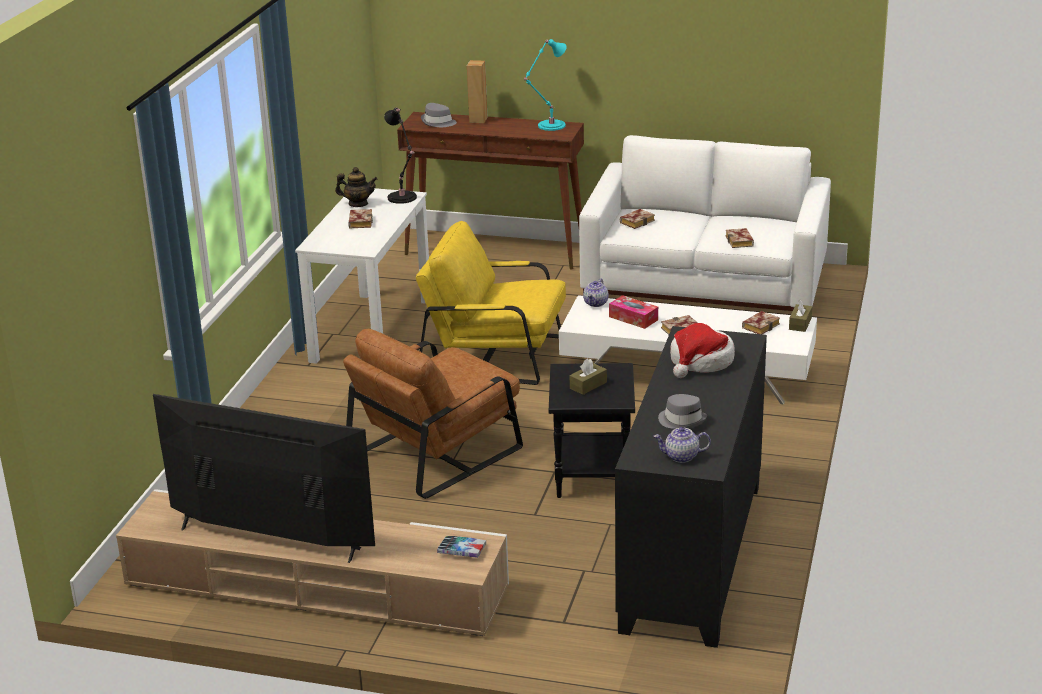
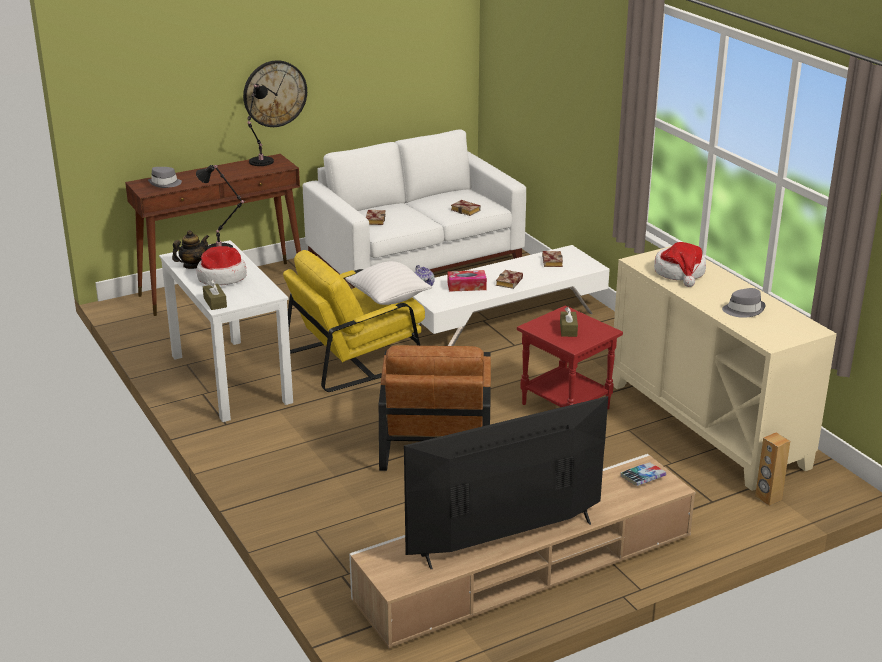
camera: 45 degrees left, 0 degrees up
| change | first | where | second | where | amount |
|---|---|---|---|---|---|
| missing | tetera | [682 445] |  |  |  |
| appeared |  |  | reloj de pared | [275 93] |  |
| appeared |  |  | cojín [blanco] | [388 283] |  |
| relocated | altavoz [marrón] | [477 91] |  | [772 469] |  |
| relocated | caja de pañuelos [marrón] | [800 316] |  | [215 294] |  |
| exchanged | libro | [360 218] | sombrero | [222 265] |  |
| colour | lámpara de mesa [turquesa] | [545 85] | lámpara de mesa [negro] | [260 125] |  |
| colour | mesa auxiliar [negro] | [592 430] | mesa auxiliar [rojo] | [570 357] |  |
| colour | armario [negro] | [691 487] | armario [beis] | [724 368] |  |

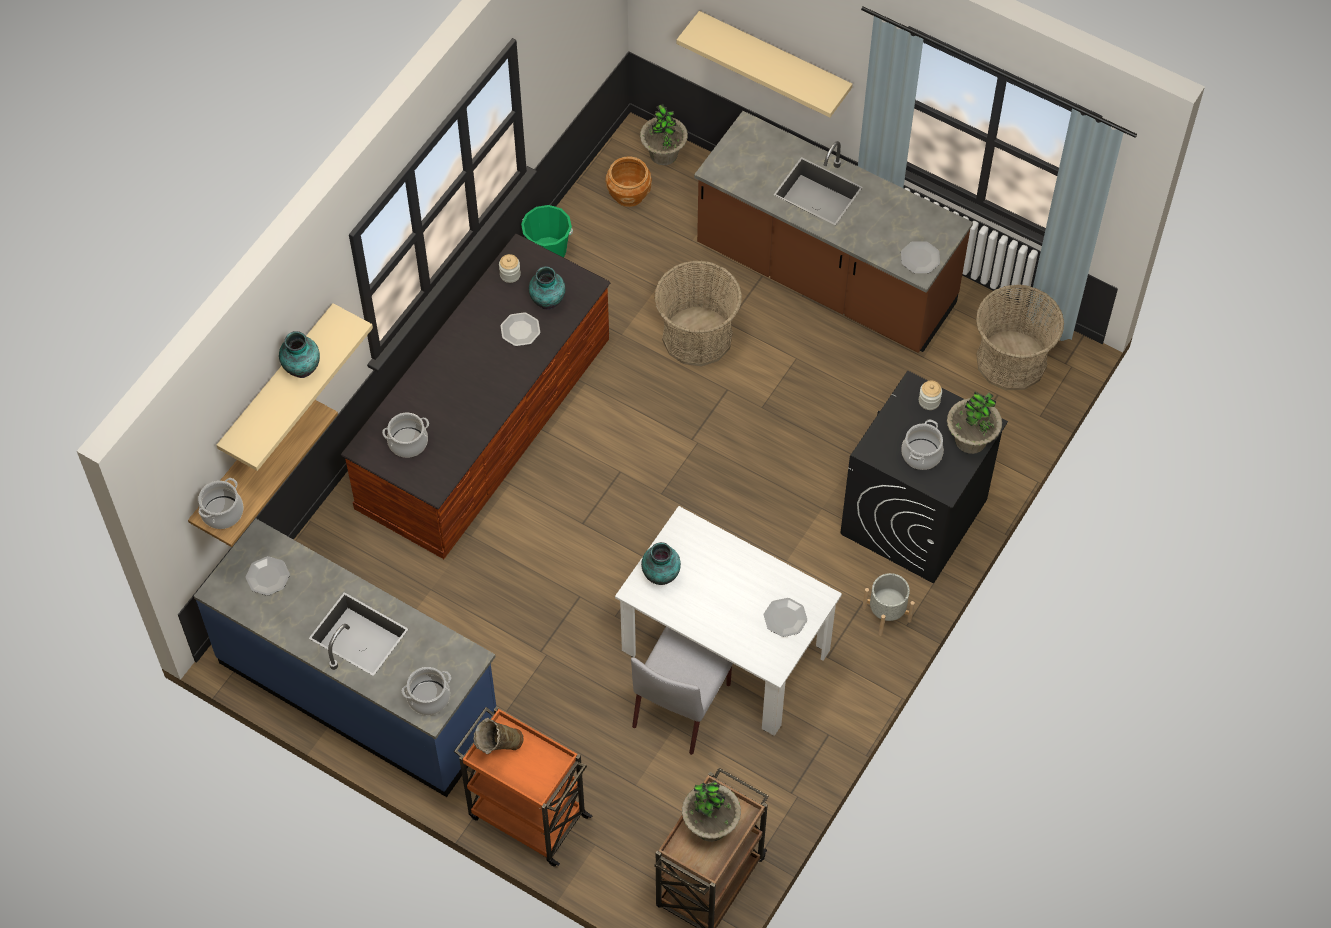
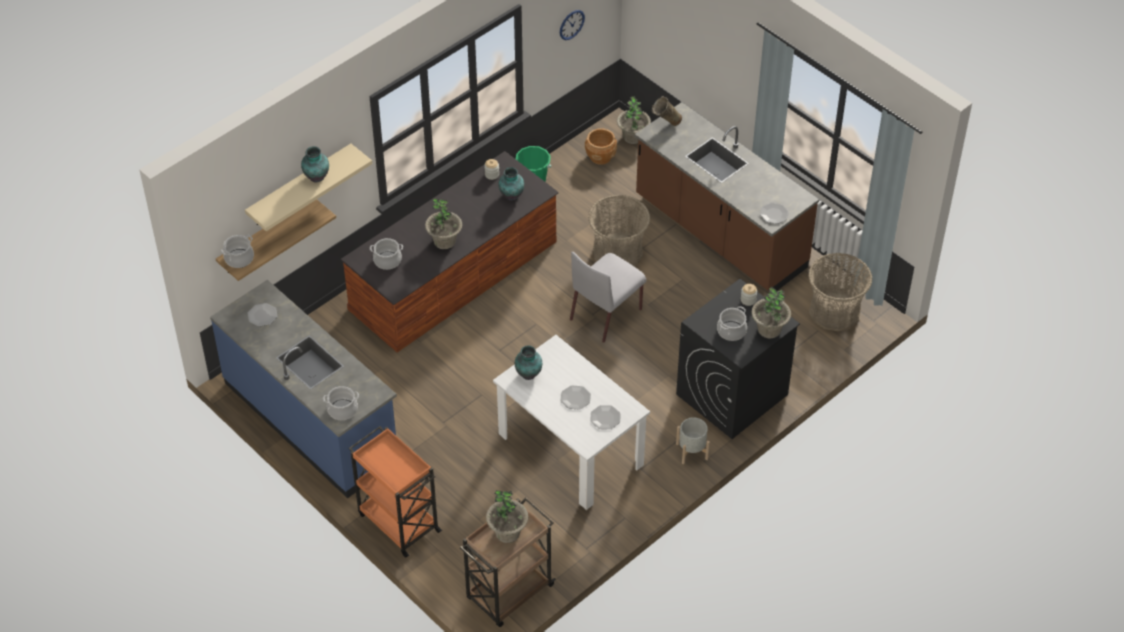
camera: 15 degrees right, 10 degrees down
| change | first | where | second | where | amount |
|---|---|---|---|---|---|
| missing | estante [beis] | [764 64] |  |  |  |
| appeared |  |  | planta en maceta | [443 224] |  |
| appeared |  |  | reloj de pared | [572 25] |  |
| relocated | florero [beis] | [498 736] |  | [667 111] |  |
| relocated | plato | [520 329] |  | [575 397] |  |
| relocated | silla [gris] | [682 691] |  | [608 297] |  |

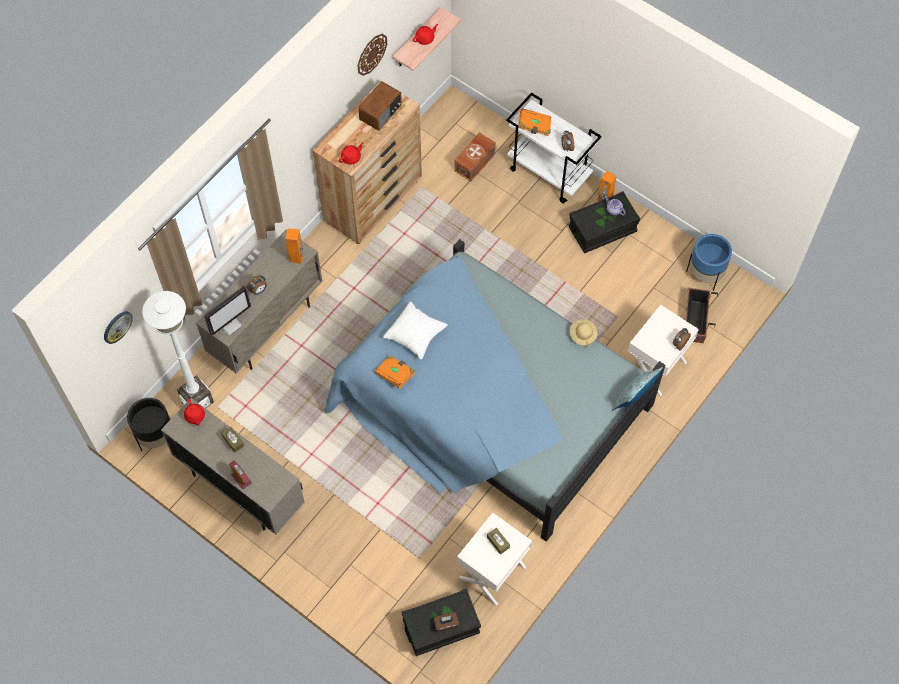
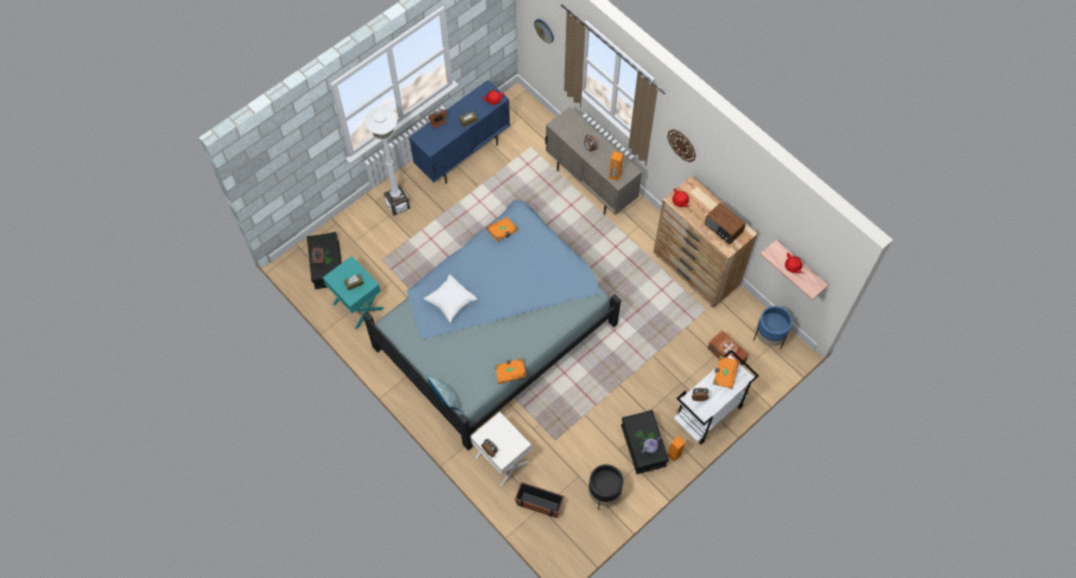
camera: 100 degrees right, 0 degrees up
| change | first | where | second | where | amount |
|---|---|---|---|---|---|
| missing | monitor | [227 311] |  |  |  |
| relocated | maceta [negro] | [149 424] |  | [605 487] |  |
| relocated | lámpara de pie [blanco] | [178 349] |  | [387 161] |  |
| relocated | reloj de pared | [372 55] |  | [681 145] |  |
| relocated | cojín [blanco] | [415 330] |  | [450 298] |  |
| relocated | maceta [azul] | [709 262] |  | [772 327] |  |
| exchanged | sombrero [beis] | [583 333] | libro [naranja] | [510 371] |  |
| colour | armario [beis] | [233 466] | armario [azul] | [459 132] |  |
| colour | mesita de noche [blanco] | [494 559] | mesita de noche [turquesa] | [353 292] |  |

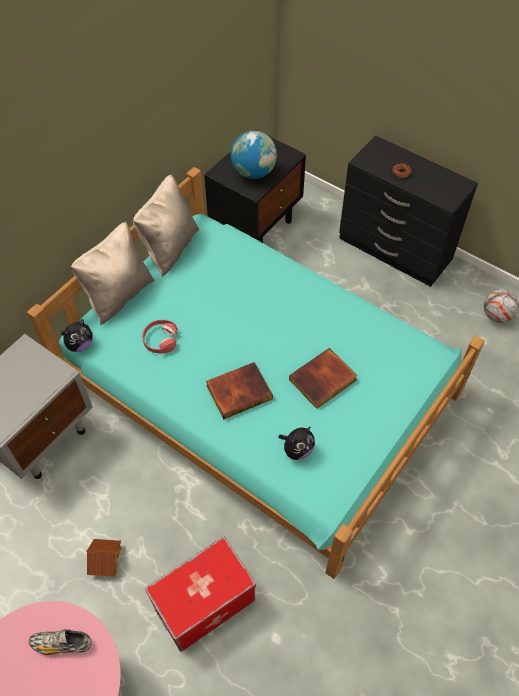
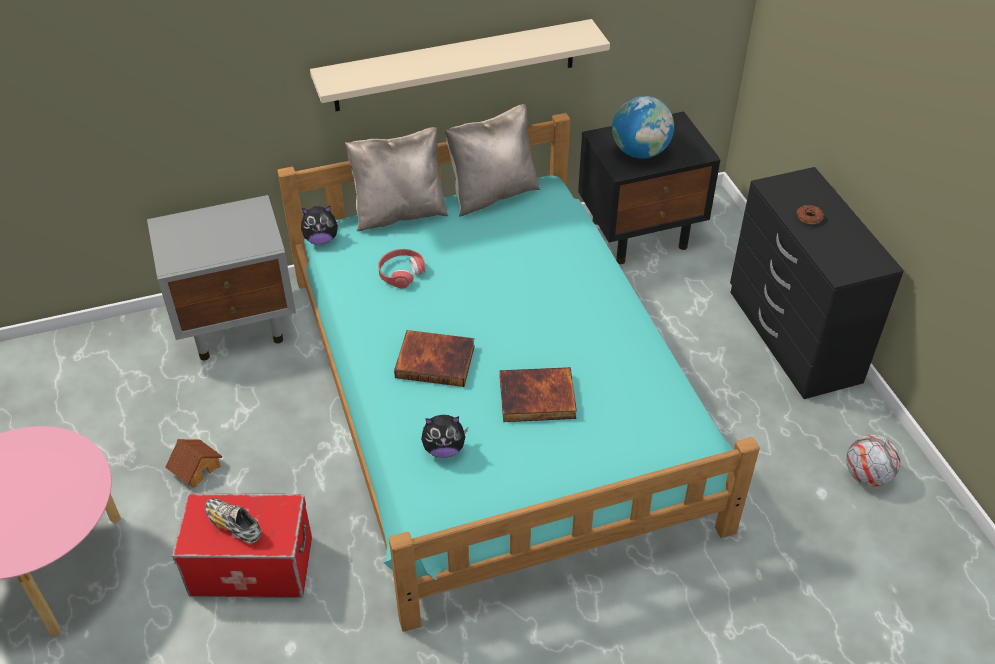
camera: 35 degrees right, 10 degrees down
| change | first | where | second | where | amount |
|---|---|---|---|---|---|
| appeared |  |  | estante [beis] | [460 65] |  |
| relocated | zapato | [60 642] |  | [233 521] |  |

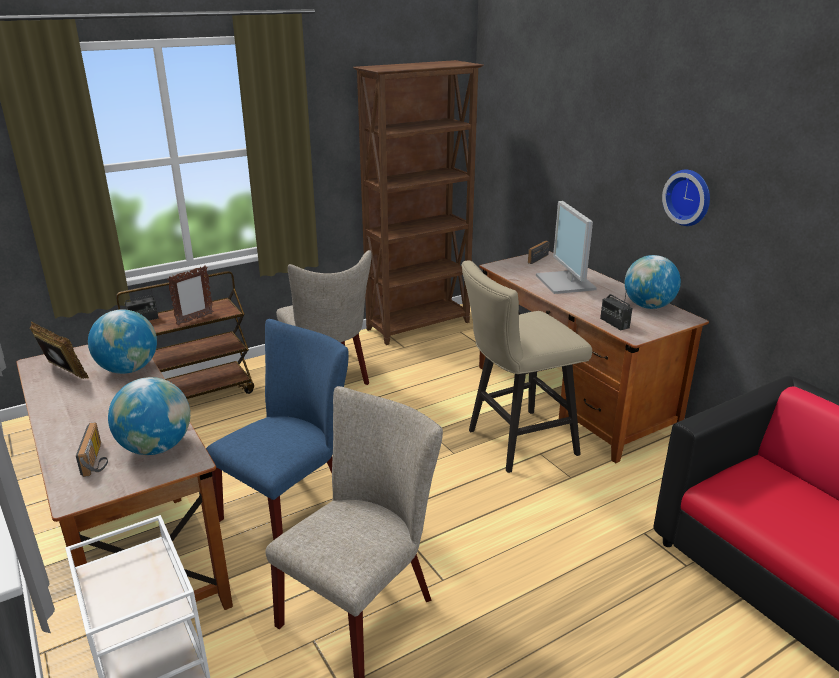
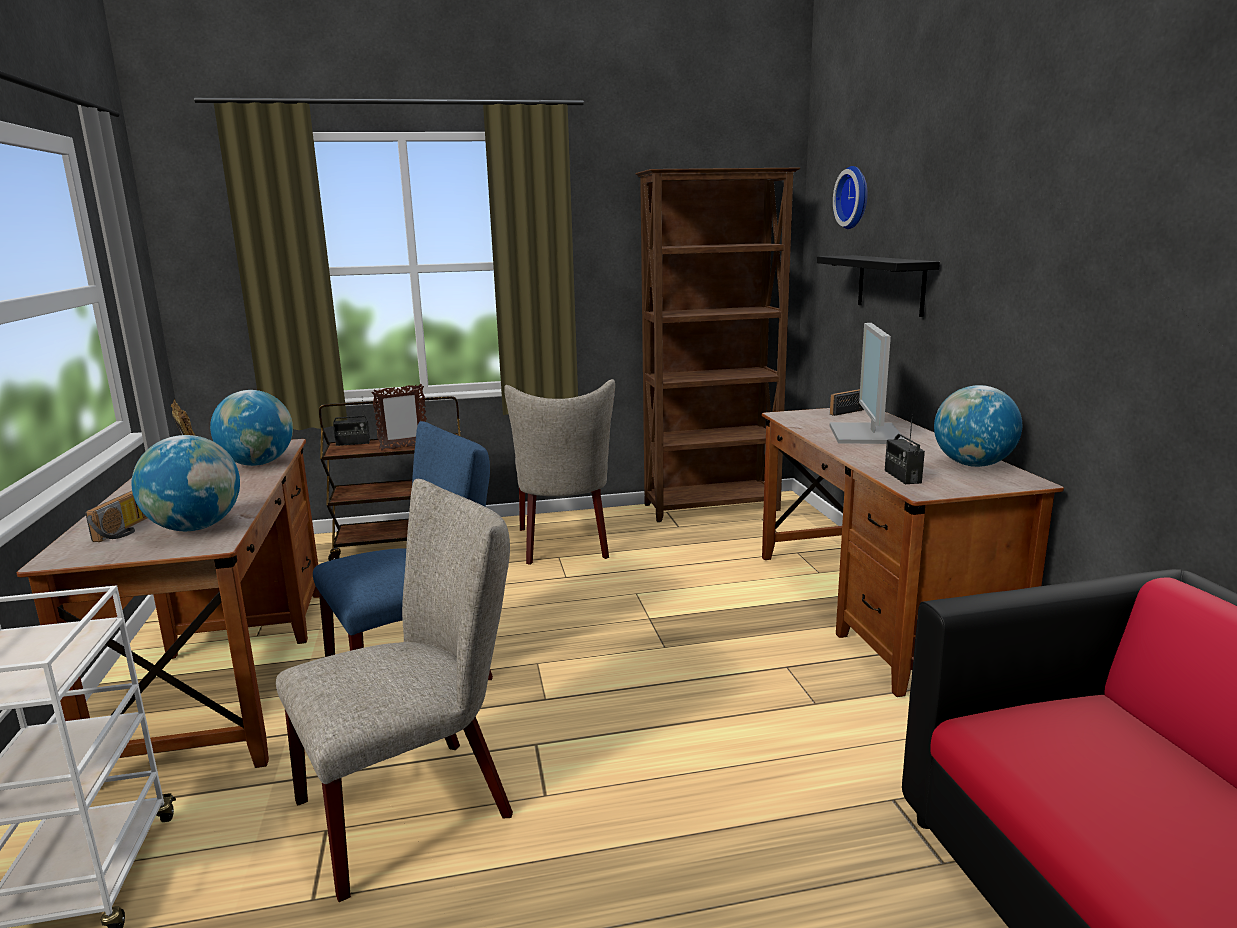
camera: 20 degrees right, 10 degrees down
| change | first | where | second | where | amount |
|---|---|---|---|---|---|
| missing | taburete [beis] | [527 367] |  |  |  |
| appeared |  |  | estante [negro] | [878 286] |  |
| relocated | reloj de pared | [686 198] |  | [850 197] |  |

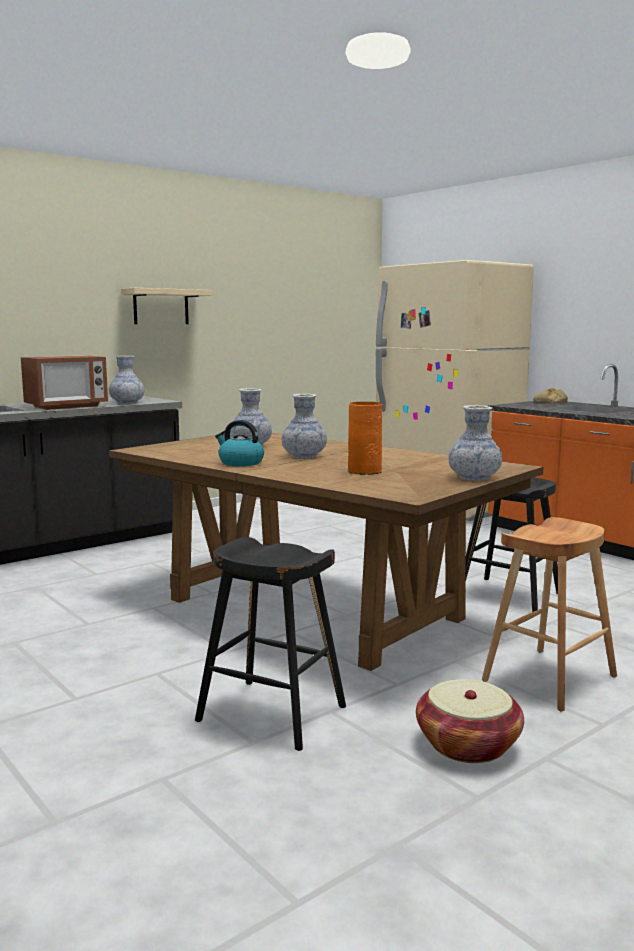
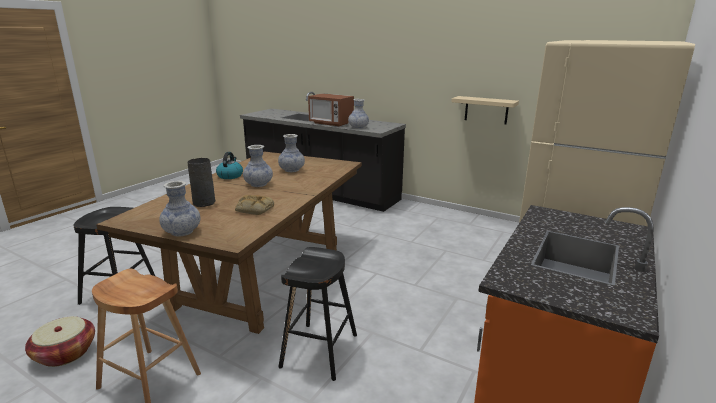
camera: 70 degrees right, 10 degrees up
| change | first | where | second | where | amount |
|---|---|---|---|---|---|
| relocated | estante [beis] | [166 306] |  | [485 110] |  |
| relocated | pan | [550 395] |  | [254 205] |  |
| colour | florero [naranja] | [365 438] | florero [gris] | [201 182] |  |

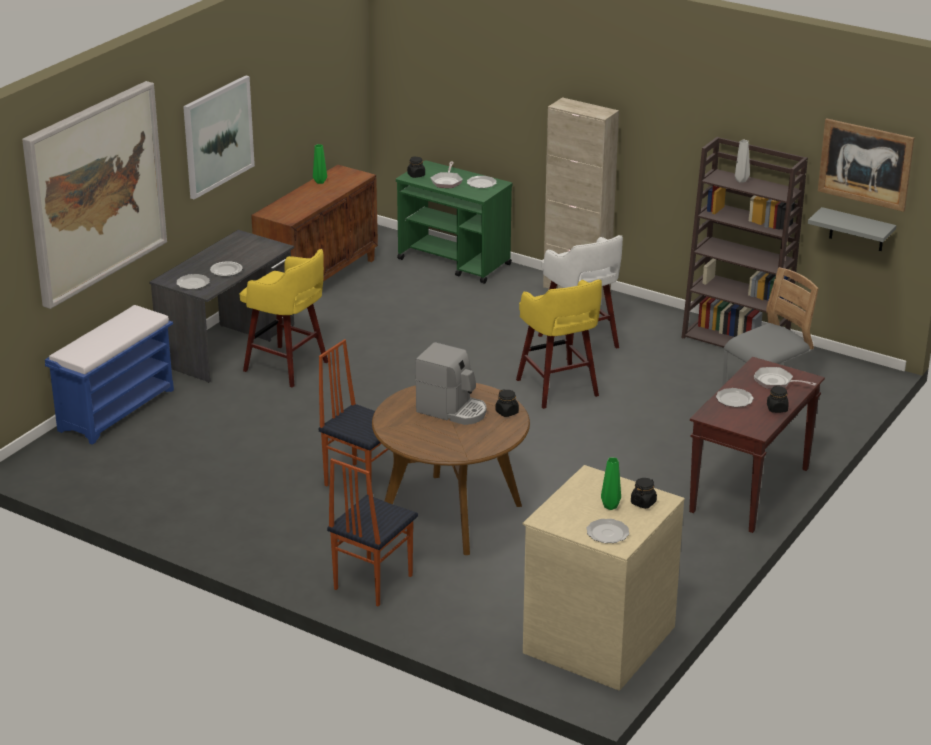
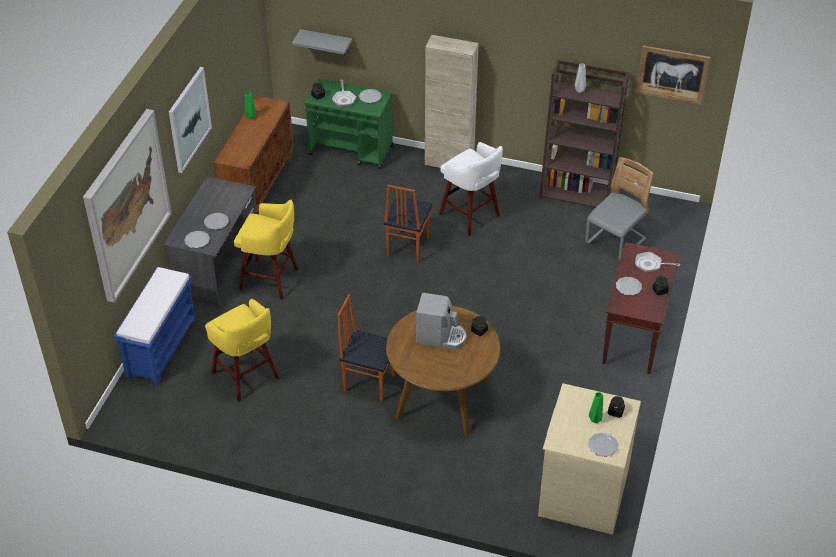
camera: 15 degrees left, 15 degrees up
| change | first | where | second | where | amount |
|---|---|---|---|---|---|
| relocated | silla | [372 532] |  | [407 224] |  |
| relocated | taburete [amarillo] | [559 344] |  | [242 350] |  |
| relocated | estante [gris] | [852 229] |  | [322 42] |  |

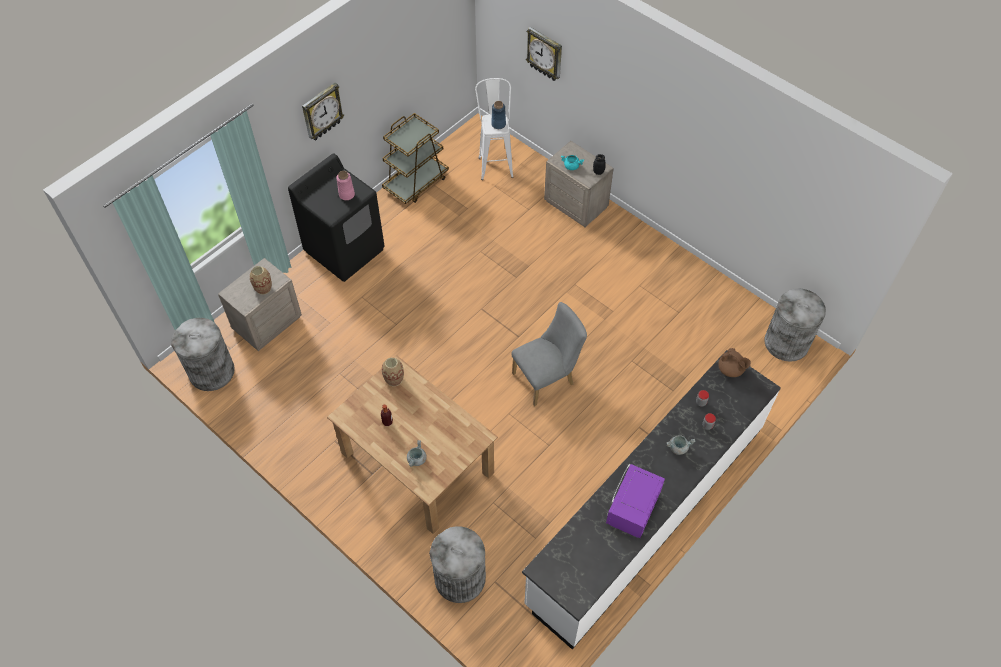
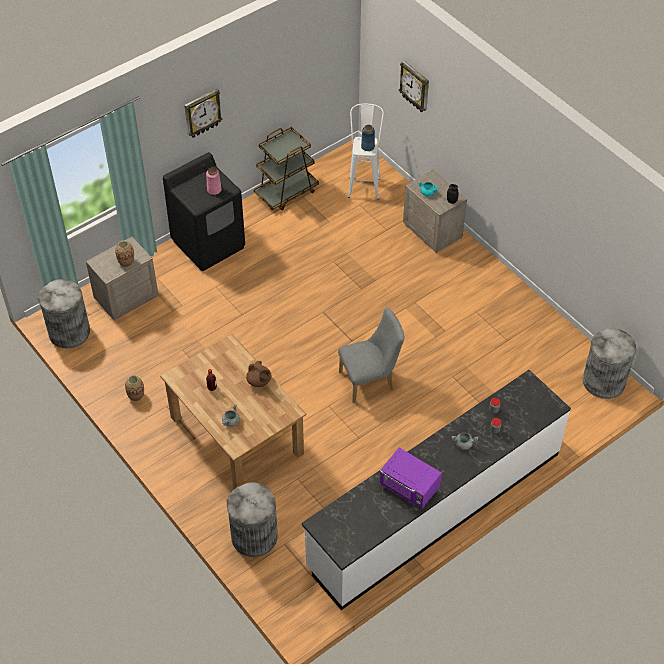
camera: 10 degrees right, 5 degrees down
| change | first | where | second | where | amount |
|---|---|---|---|---|---|
| relocated | florero | [393 372] |  | [134 388] |  |
| relocated | tetera [marrón] | [734 362] |  | [259 374] |  |
| spun | microondas [morado] | [635 501] |  | [411 478] | 90 degrees counterclockwise |

